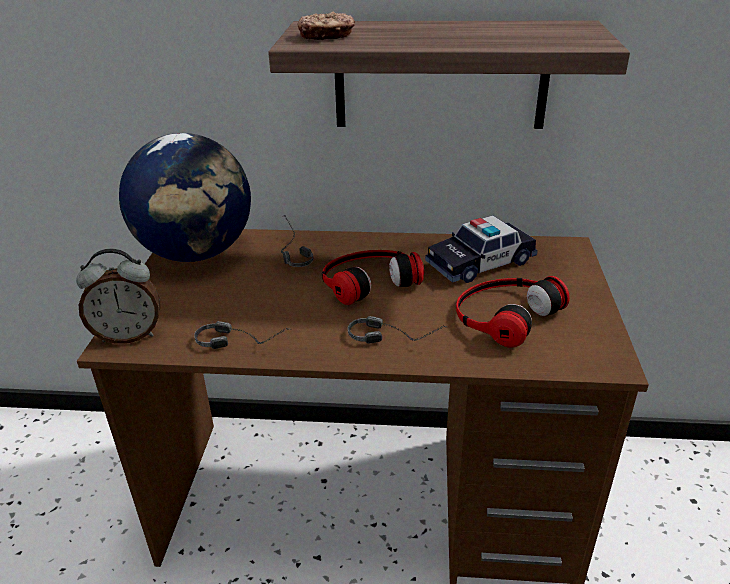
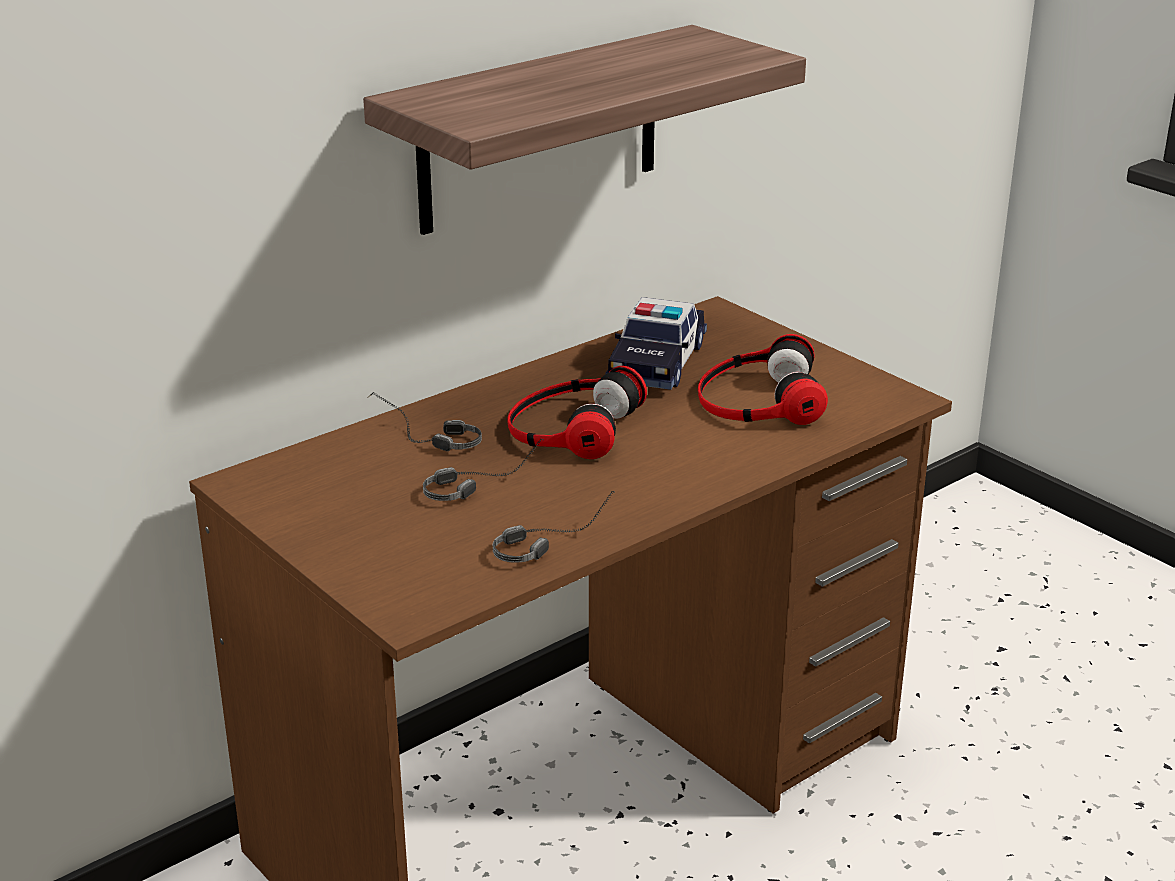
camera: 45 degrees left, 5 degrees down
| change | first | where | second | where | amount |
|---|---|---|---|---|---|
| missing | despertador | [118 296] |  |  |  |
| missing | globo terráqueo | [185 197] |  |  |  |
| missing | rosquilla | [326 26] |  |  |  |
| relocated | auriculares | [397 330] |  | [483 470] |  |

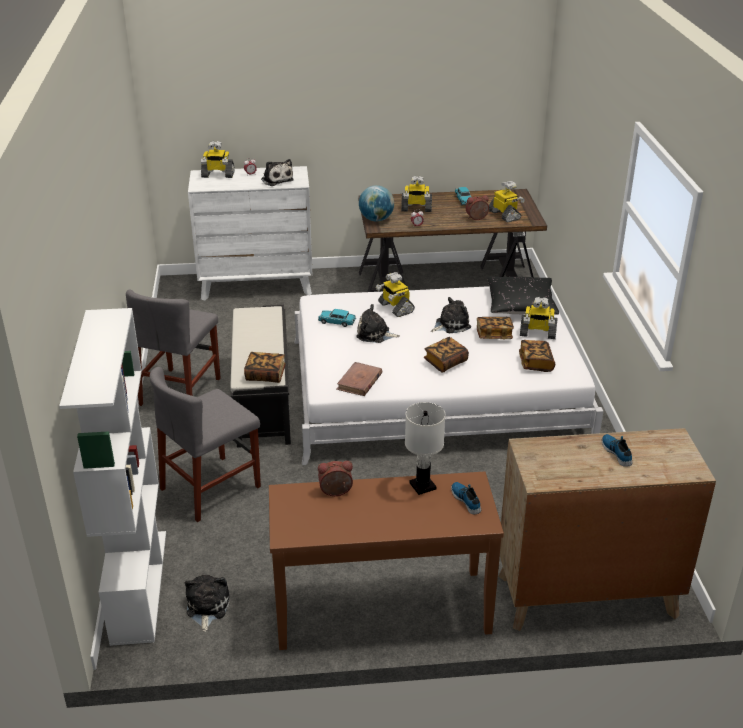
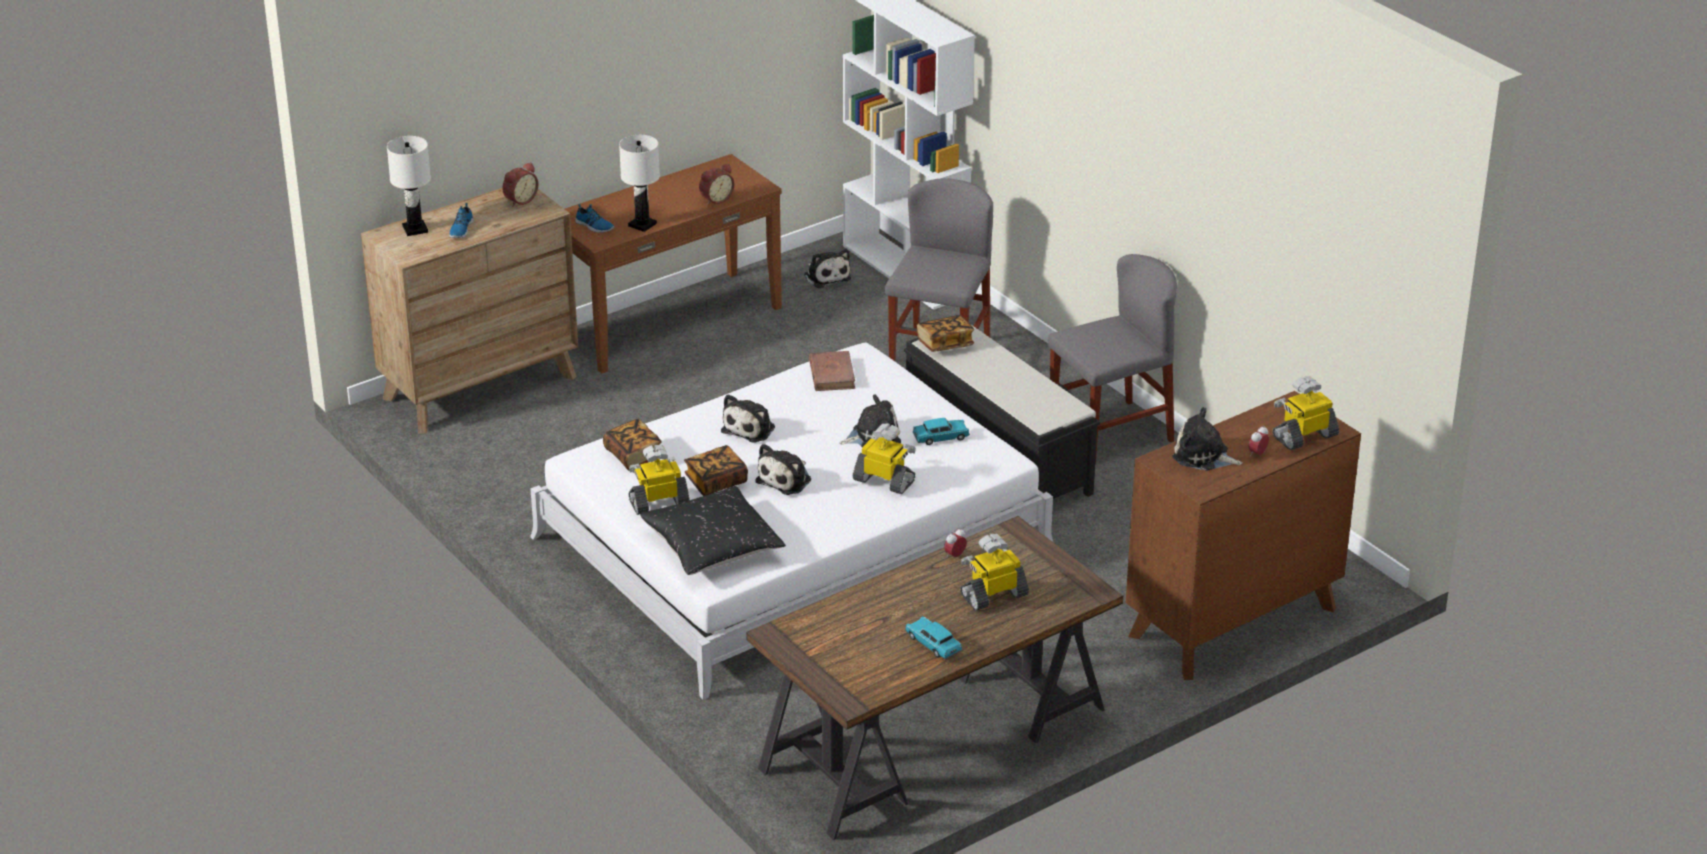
camera: 150 degrees right, 0 degrees up
| change | first | where | second | where | amount |
|---|---|---|---|---|---|
| missing | globo terráqueo | [376 203] |  |  |  |
| missing | robot de juguete | [507 201] |  |  |  |
| appeared |  |  | lámpara de mesa [blanco] | [409 186] |  |
| relocated | despertador | [477 207] |  | [520 184] |  |
| exchanged | libro | [446 355] | peluche | [748 418] |  |
| colour | cómoda [blanco] | [250 233] | cómoda [marrón] | [1243 535] |  |
| spun | silla [gris] | [173 348] |  | [1112 359] | 75 degrees clockwise |
| spun | zapato | [617 450] |  | [461 220] | 60 degrees clockwise |

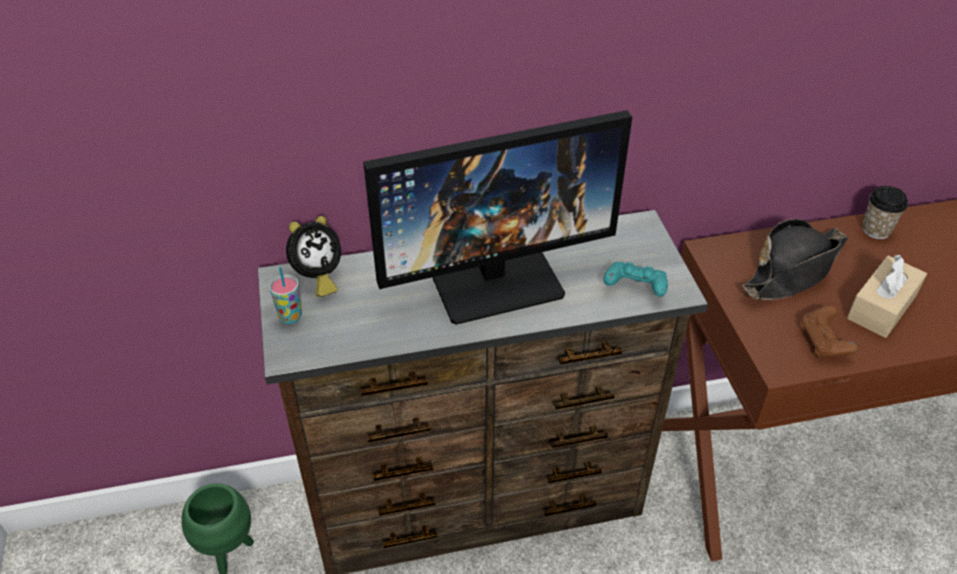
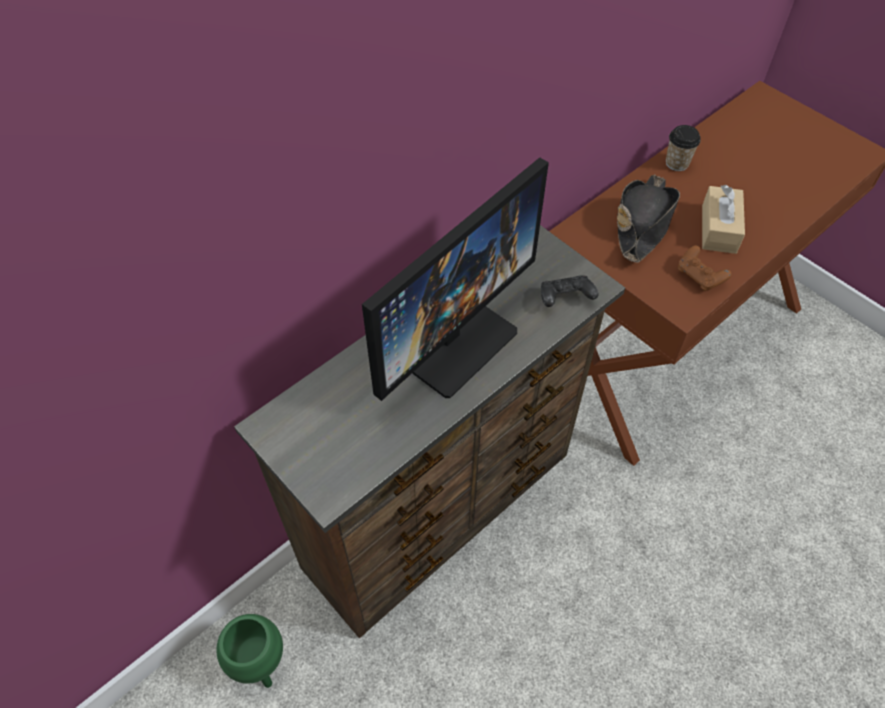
camera: 30 degrees left, 10 degrees up
| change | first | where | second | where | amount |
|---|---|---|---|---|---|
| missing | taza | [285 295] |  |  |  |
| missing | despertador | [313 256] |  |  |  |
| colour | mando de consola [turquesa] | [635 279] | mando de consola [negro] | [569 291] |  |

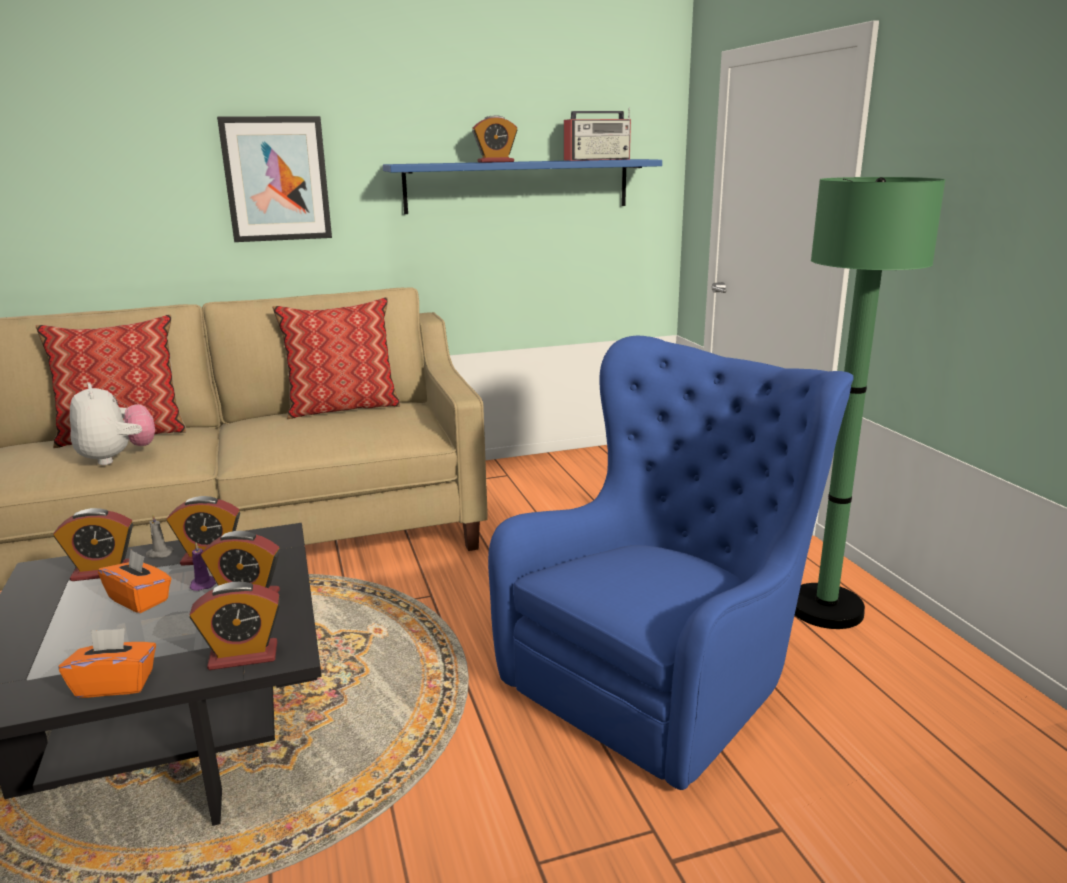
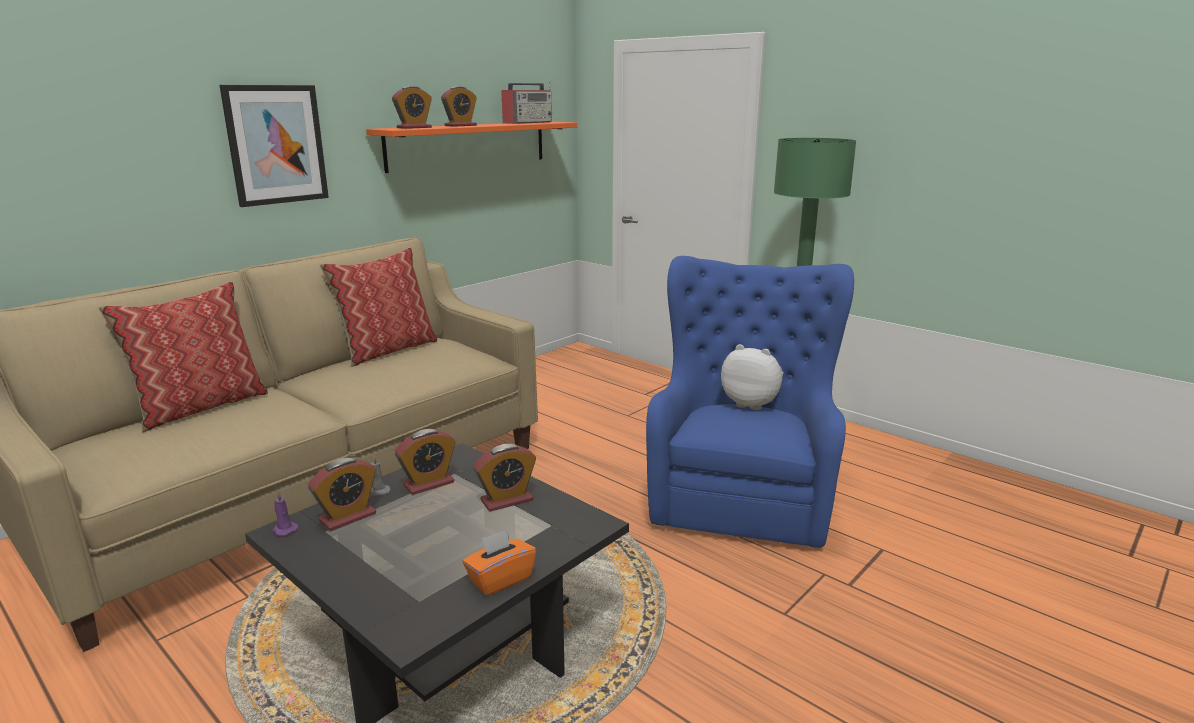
camera: 30 degrees left, 0 degrees up
| change | first | where | second | where | amount |
|---|---|---|---|---|---|
| missing | caja de pañuelos [naranja] | [134 581] |  |  |  |
| relocated | peluche | [112 423] |  | [752 377] |  |
| relocated | despertador | [234 626] |  | [412 107] |  |
| relocated | vela [morado] | [203 566] |  | [285 513] |  |
| colour | estante [azul] | [522 186] | estante [naranja] | [472 147] |  |

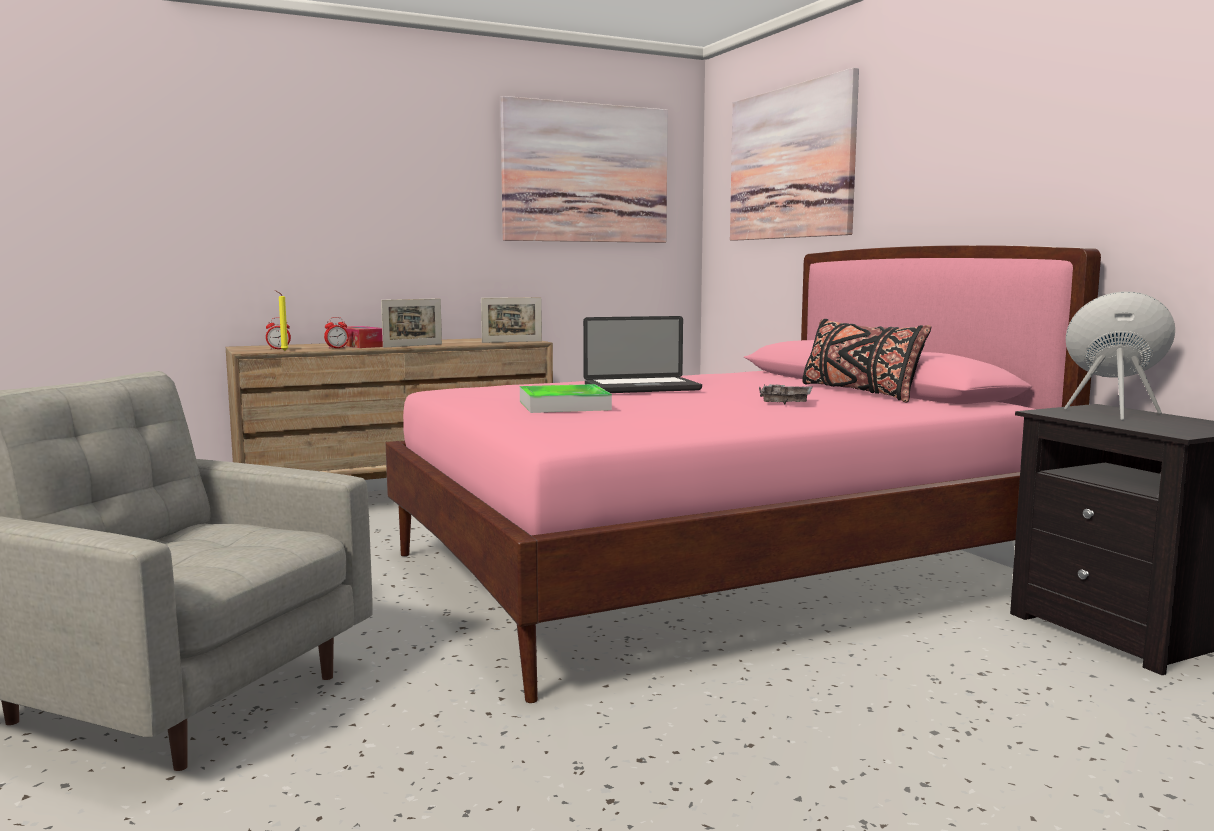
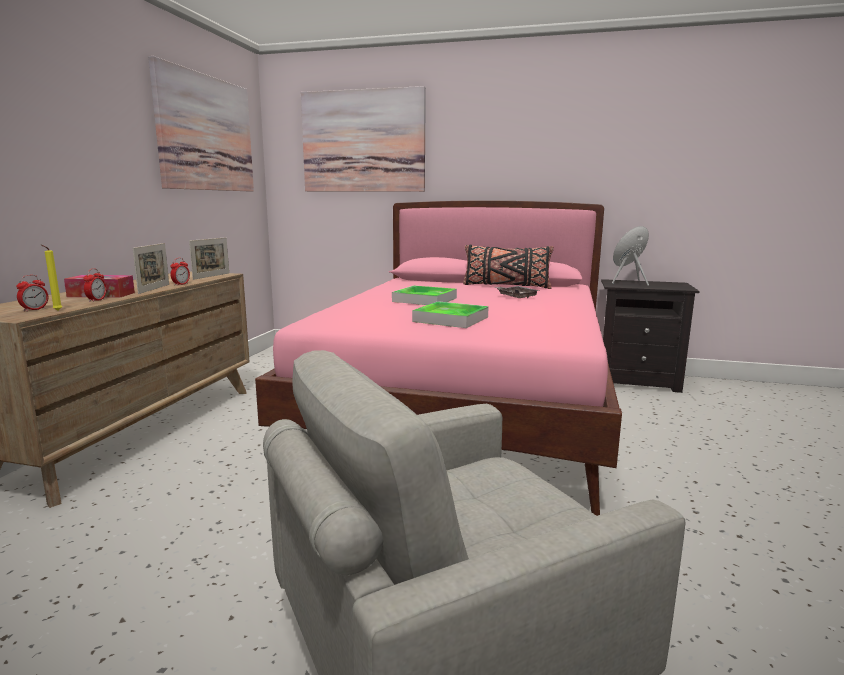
camera: 50 degrees left, 5 degrees up
| change | first | where | second | where | amount |
|---|---|---|---|---|---|
| appeared |  |  | despertador | [180 272] |  |
| exchanged | portátil | [642 354] | bandeja | [424 295] |  |

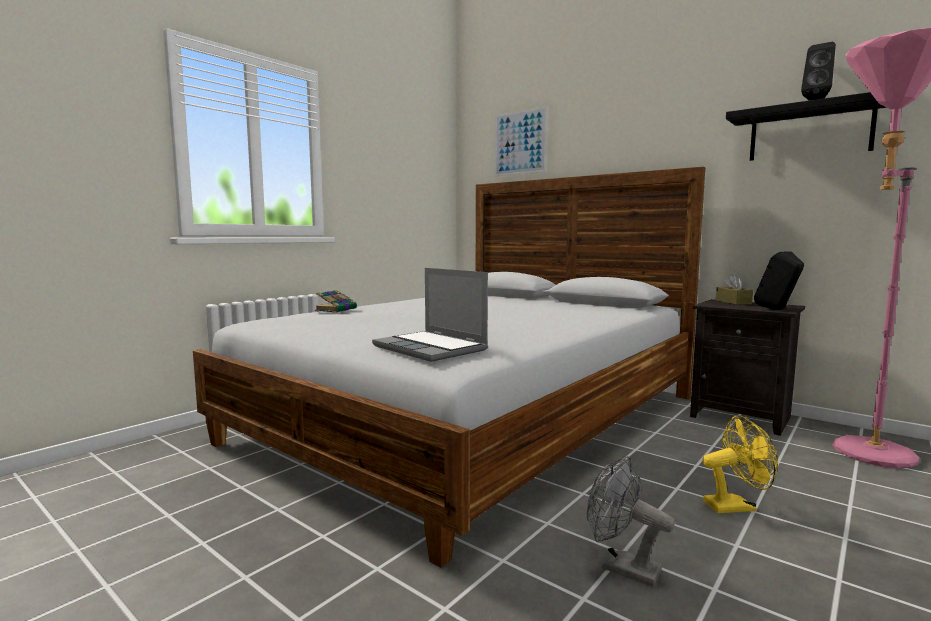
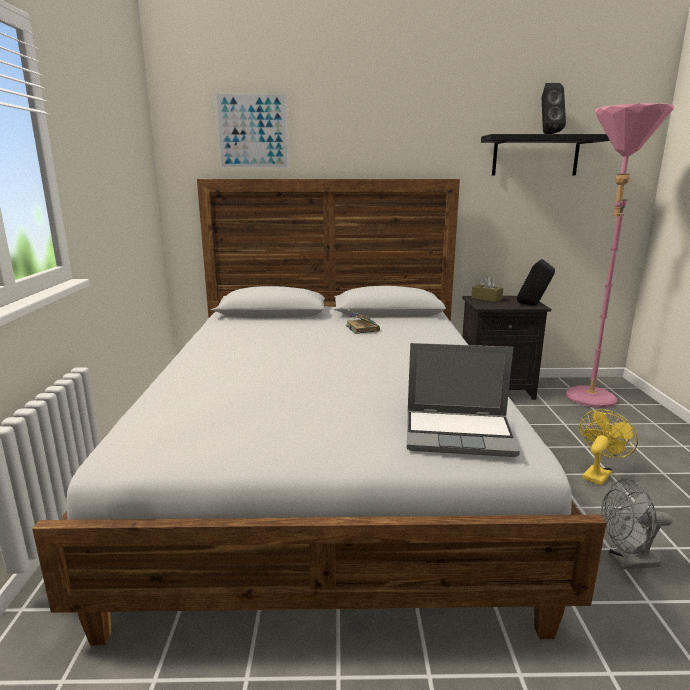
camera: 40 degrees left, 10 degrees up
| change | first | where | second | where | amount |
|---|---|---|---|---|---|
| relocated | libro | [336 301] |  | [363 321] |  |

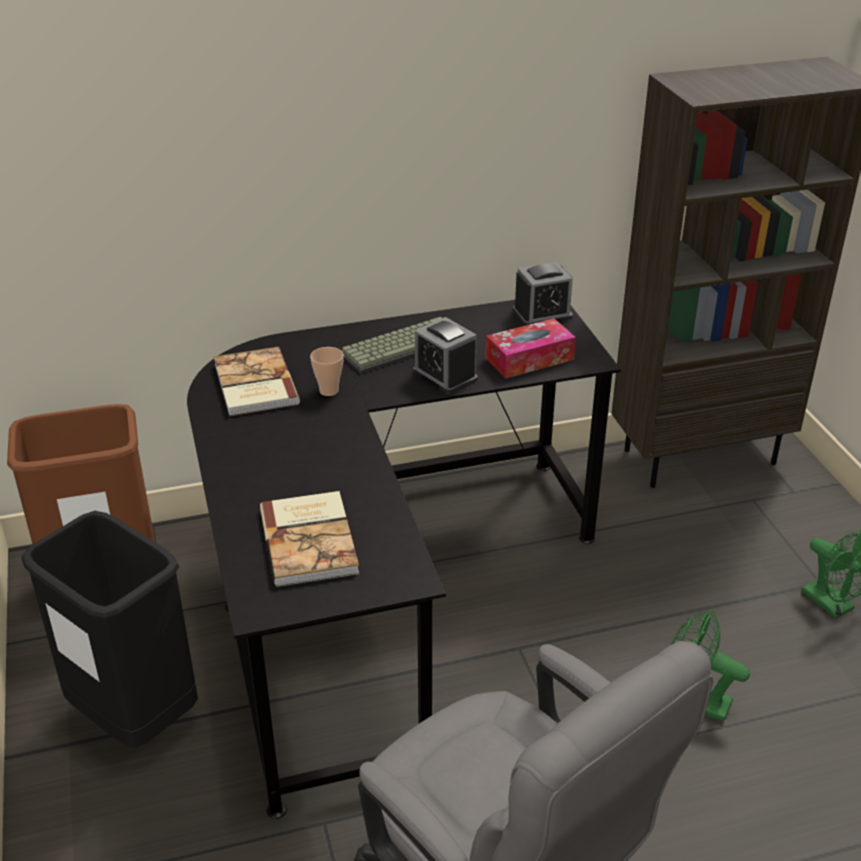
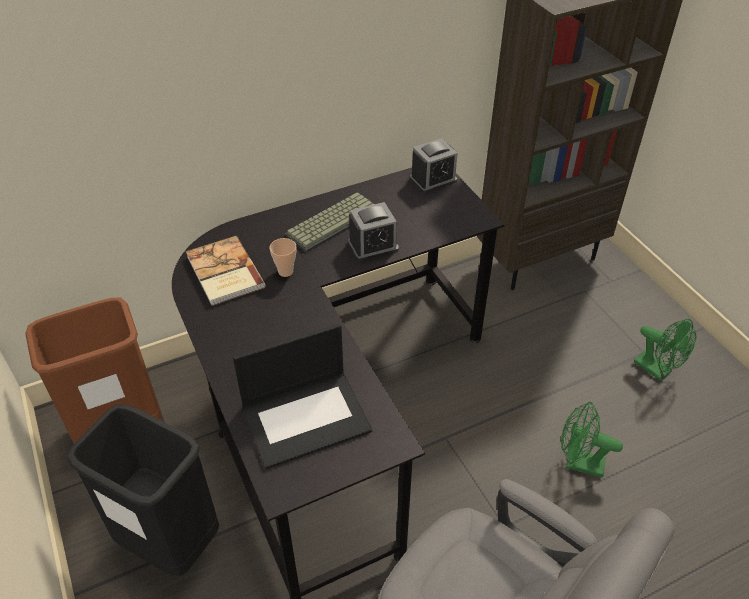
camera: 10 degrees left, 10 degrees up
| change | first | where | second | where | amount |
|---|---|---|---|---|---|
| missing | caja de pañuelos | [531 348] |  |  |  |
| exchanged | libro | [309 539] | portátil | [302 396] |  |
| spun | despertador | [445 355] |  | [373 231] | 60 degrees counterclockwise |

